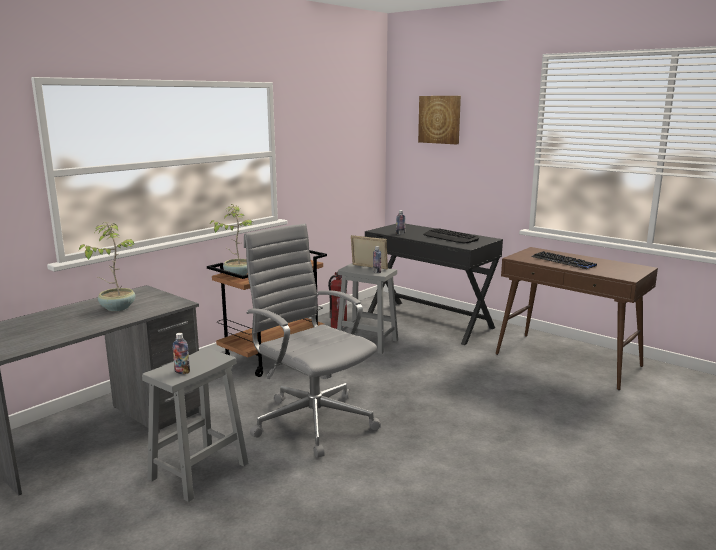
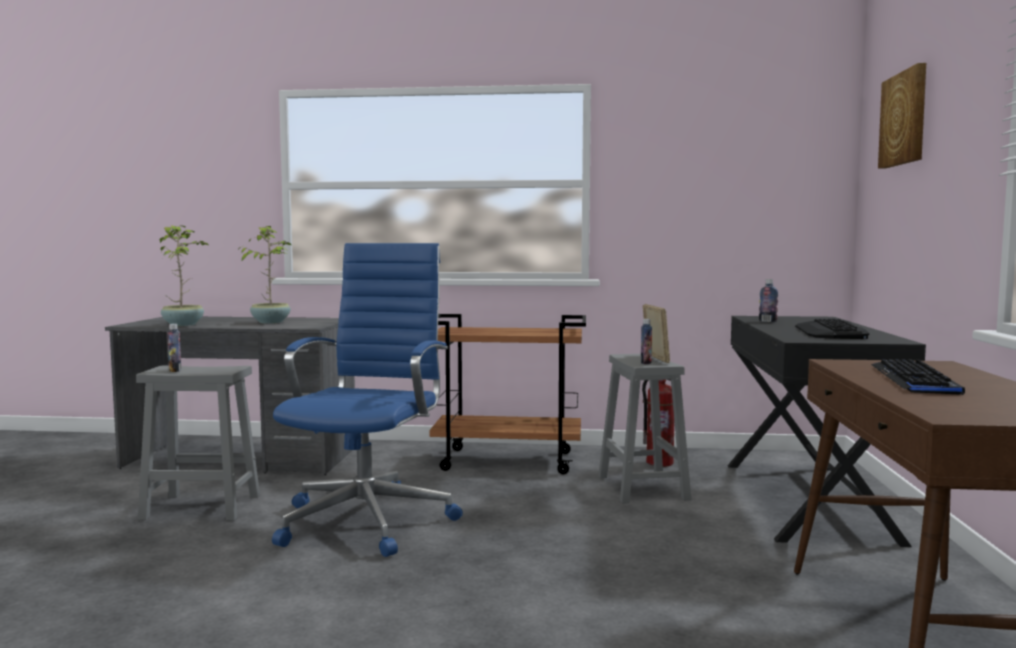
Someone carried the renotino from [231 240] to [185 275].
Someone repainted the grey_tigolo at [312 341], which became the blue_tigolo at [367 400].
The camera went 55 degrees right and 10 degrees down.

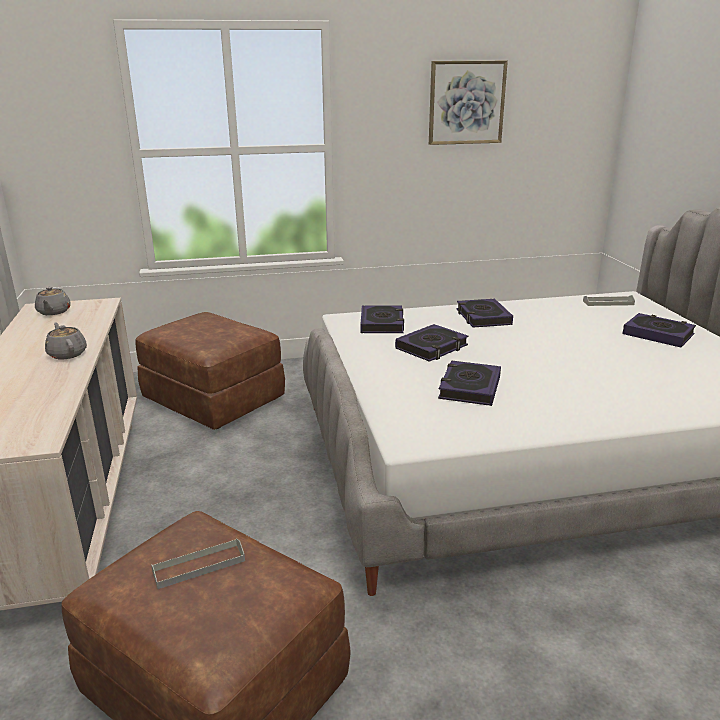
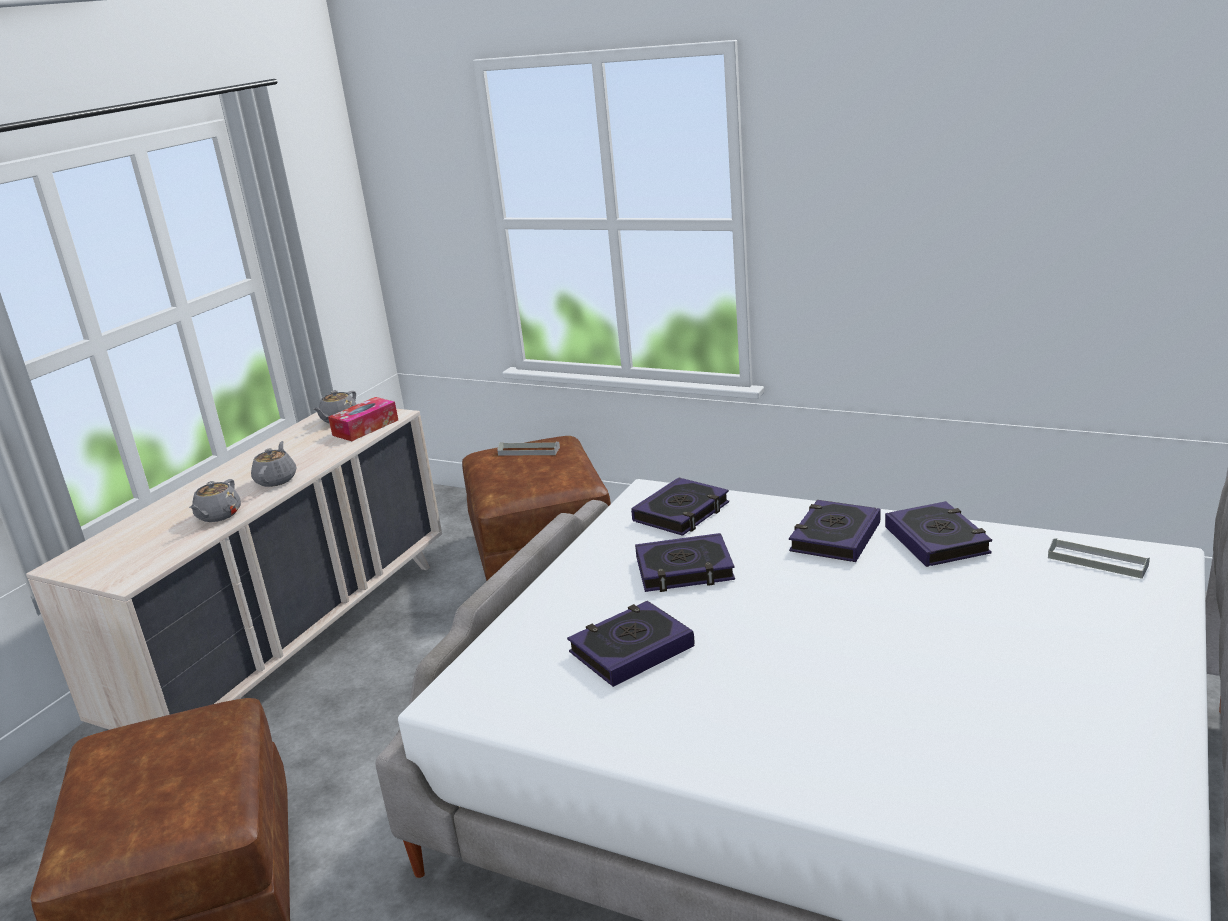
Someone put down the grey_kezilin at [215 500].
Someone put down the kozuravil at [363 419].
Someone carried the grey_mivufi from [198 563] to [528 449].
Someone carried the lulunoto from [659 330] to [938 534].
Someone took away the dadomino at [468 103].
The camera went 40 degrees right and 0 degrees up.

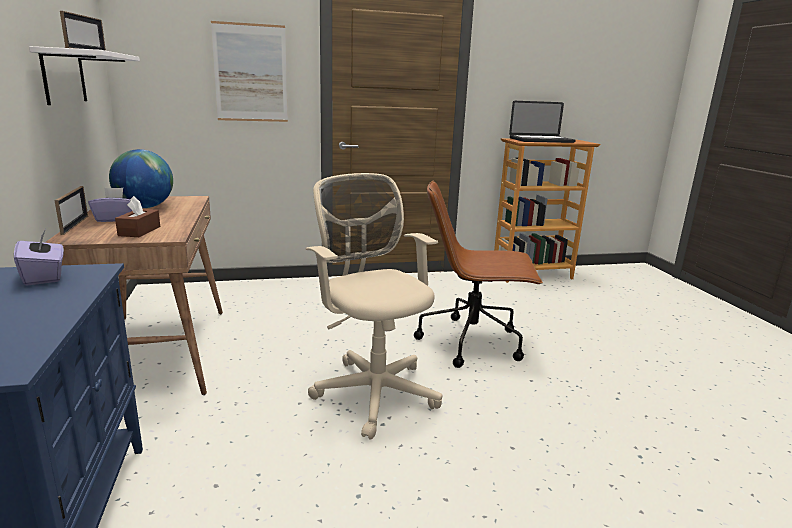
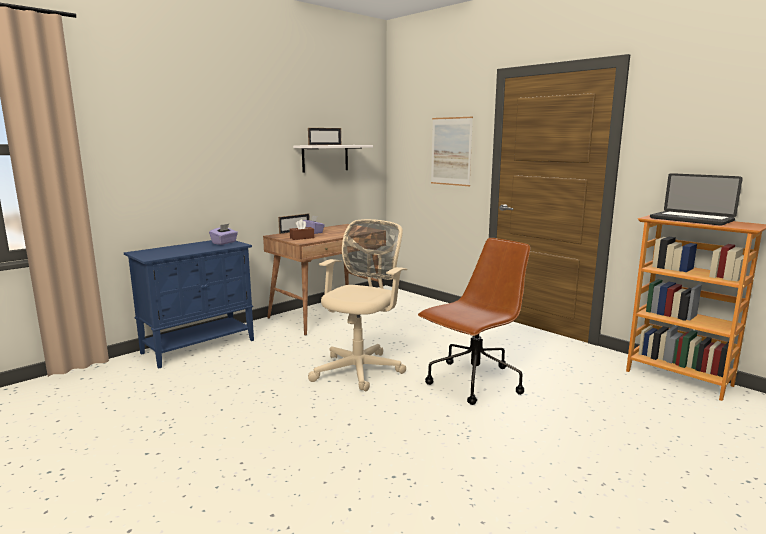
Someone rotated the brown_tigolo at [478 274] by 75 degrees clockwise.
Someone took away the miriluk at [141 178].
The camera went 60 degrees right and 5 degrees down.

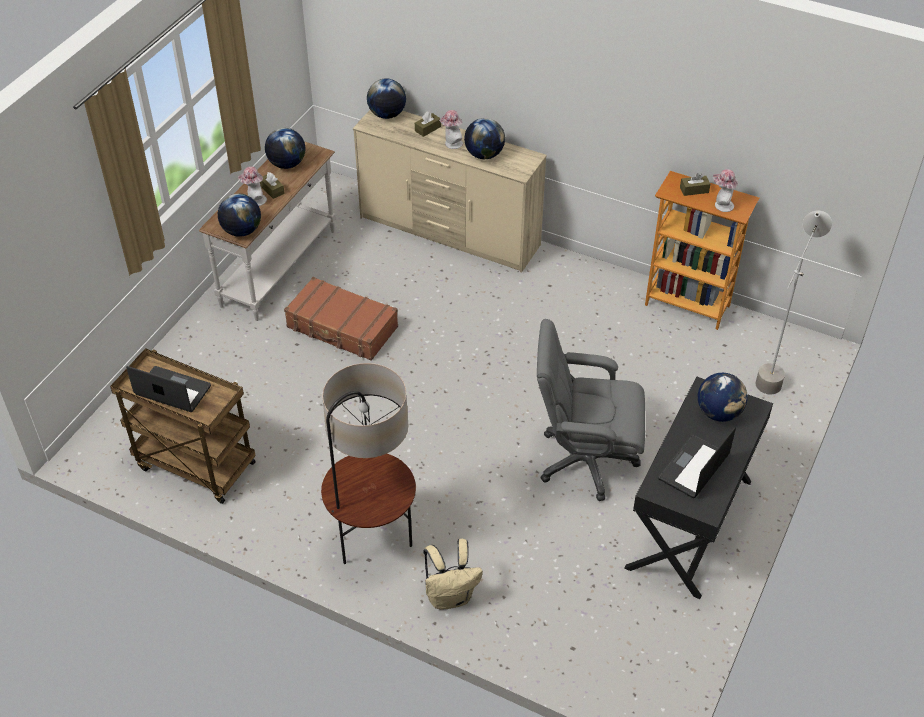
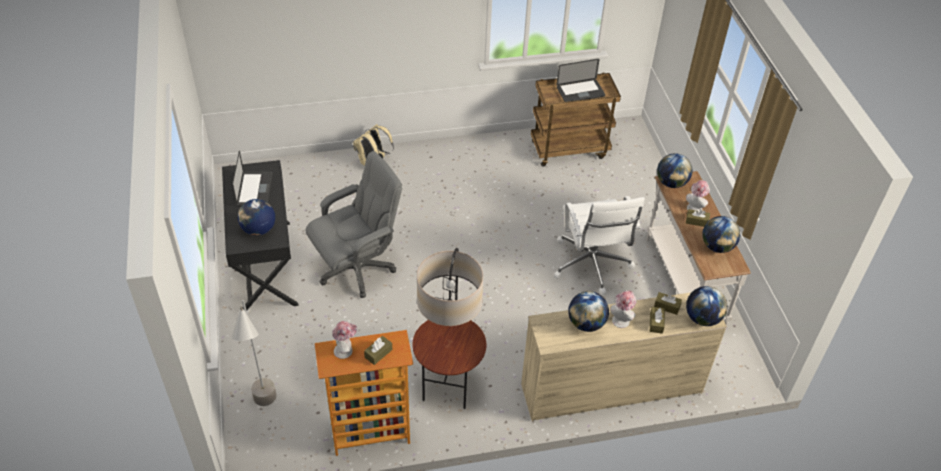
Someone carried the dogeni from [368 463] to [449 328].
Someone swapped the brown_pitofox at [341 319] for the white_tigolo at [599 245].
Someone put down the brown_kozuravil at [668 303].
The camera went 140 degrees right and 0 degrees up.

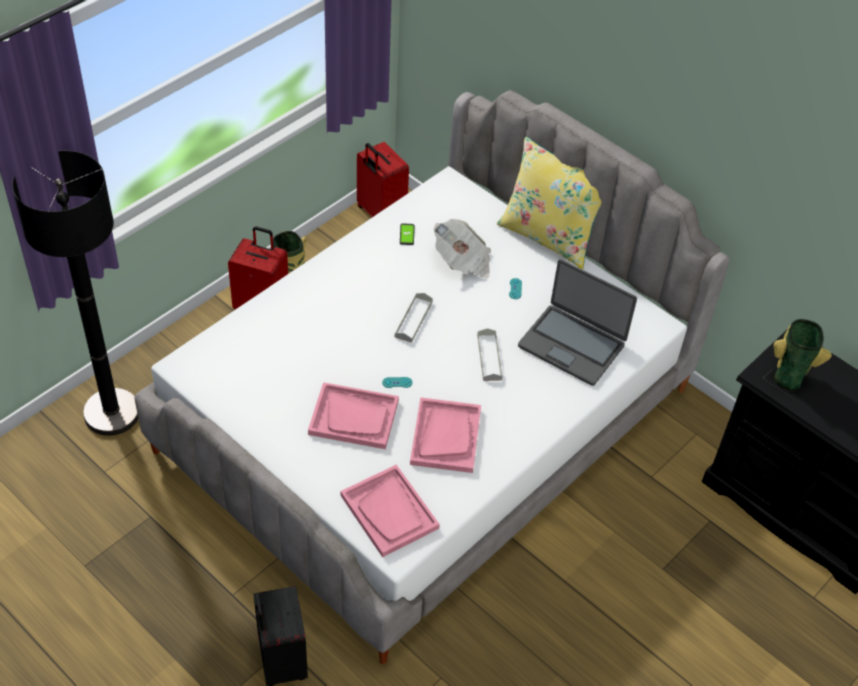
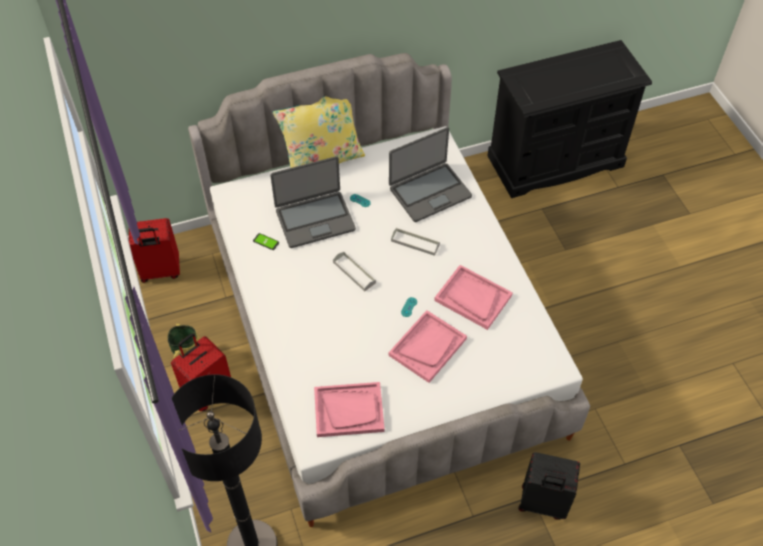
Someone swapped the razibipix at [462 248] for the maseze at [313 202].
Someone carried the pink_mivufi from [390 511] to [349 409].
Someone took away the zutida at [802 354].
The camera went 60 degrees left and 5 degrees up.

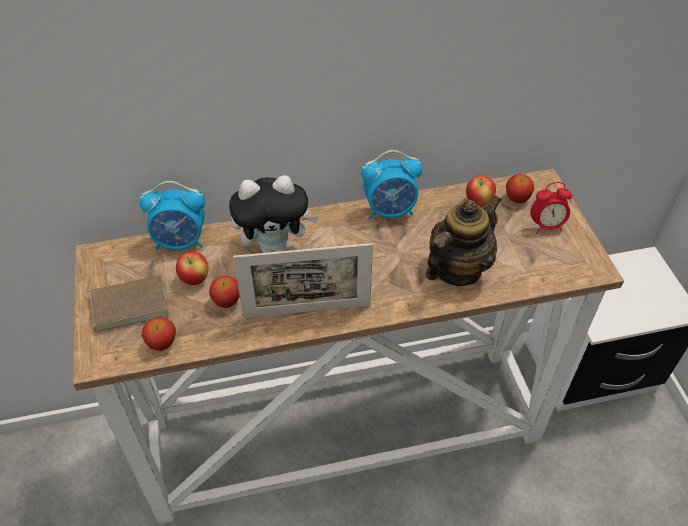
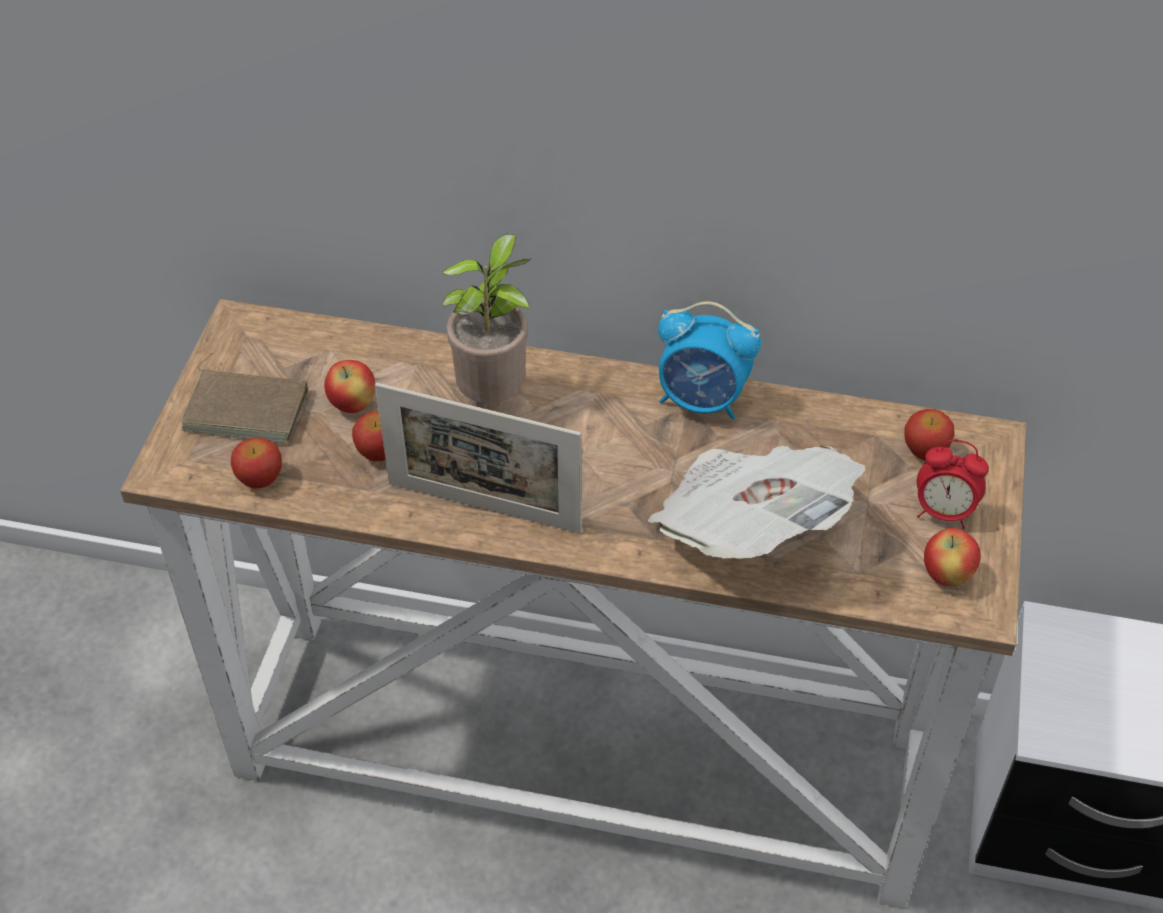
Someone swapped the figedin at [274 214] for the renotino at [486 318].
Someone swapped the kezilin at [463 240] for the razibipix at [756 502].
Someone carried the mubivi from [481 191] to [952 557].
Someone took away the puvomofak at [172 215].
The camera went 25 degrees right and 0 degrees up.

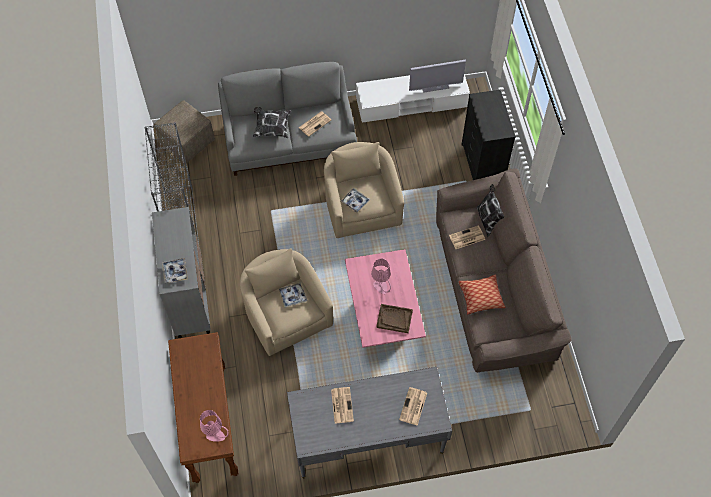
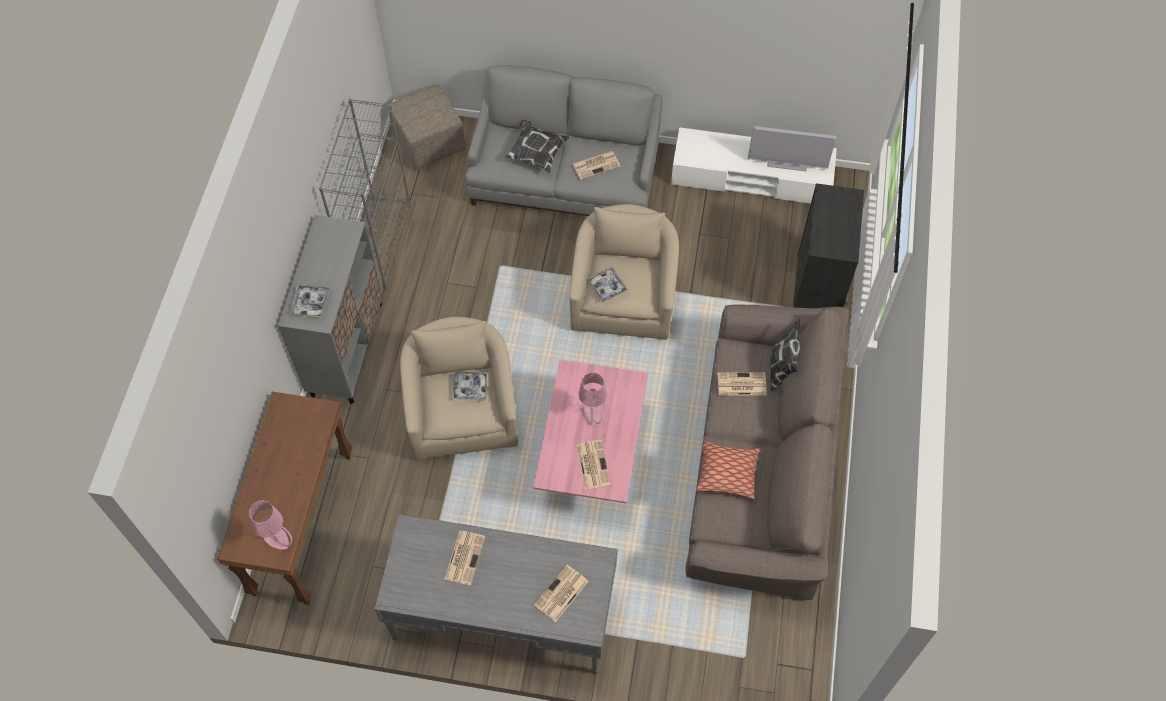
Someone swapped the brown_mivufi at [394 318] for the razibipix at [593 464].
The camera went 20 degrees right and 0 degrees up.

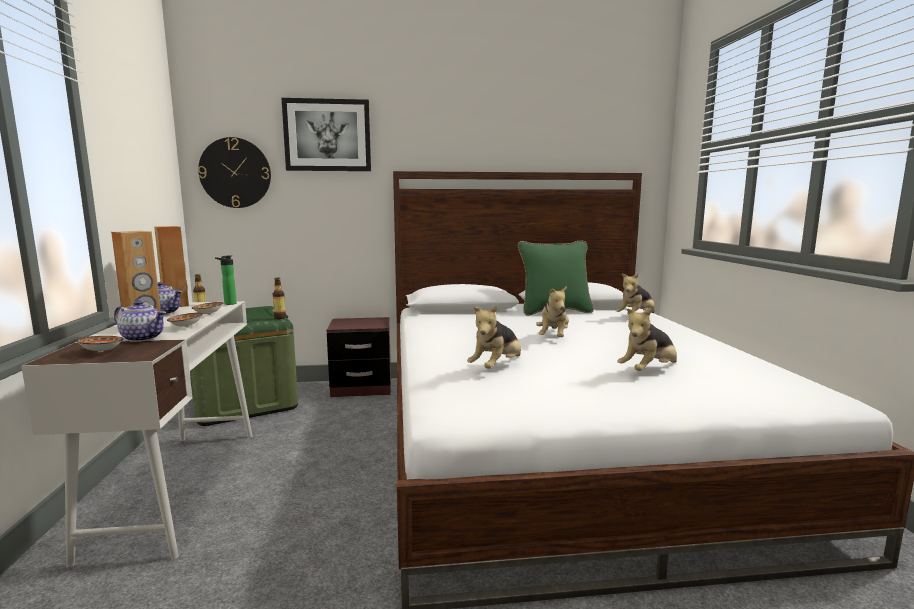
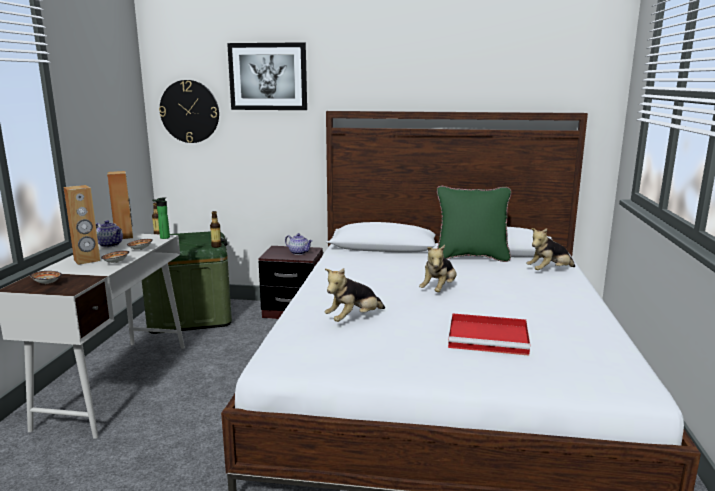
Someone carried the kezilin from [140 321] to [298 244].
Someone swapped the figedin at [647 339] for the red_mivufi at [489 334].
The camera went 15 degrees right and 5 degrees up.

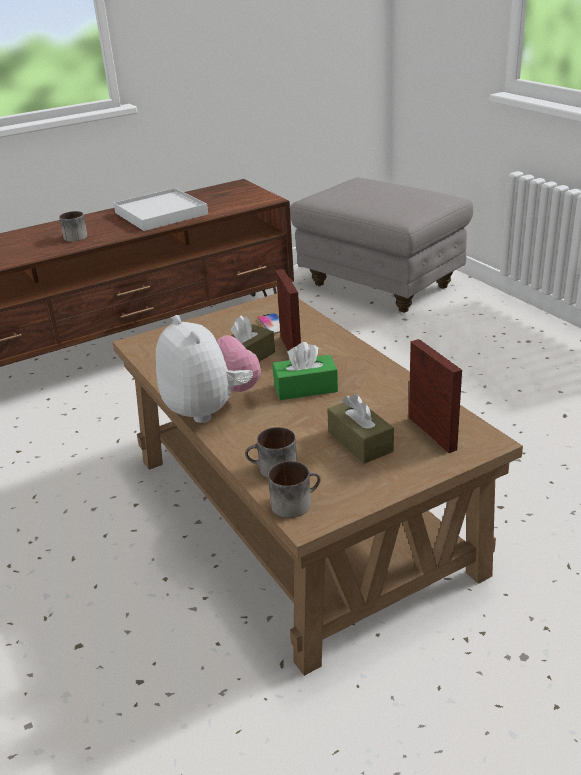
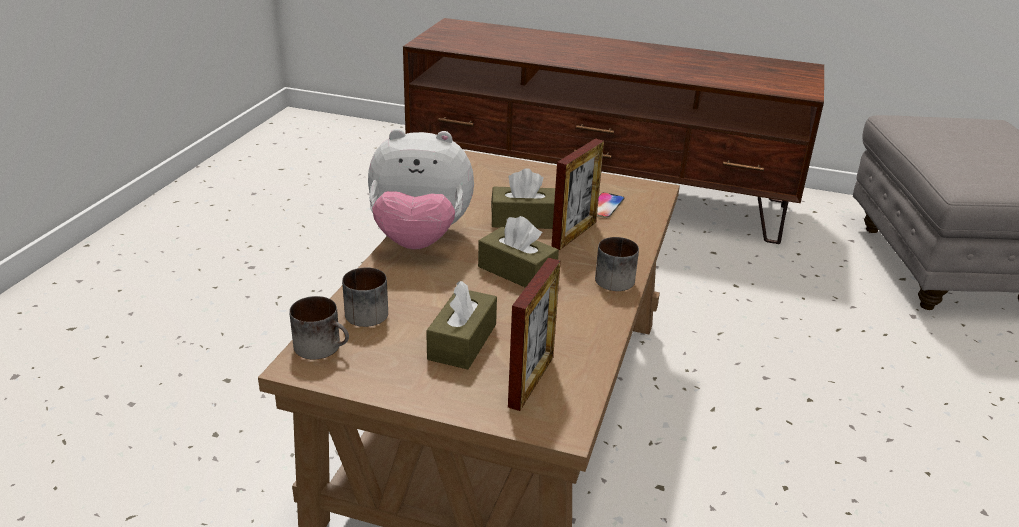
Someone rotated the figedin at [208 369] by 75 degrees clockwise.
Someone repainted the green_kozuravil at [305 371], which became the brown_kozuravil at [518 252].
Someone carried the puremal from [73 226] to [617 264].
Someone took away the white_mivufi at [161 209].
The camera went 45 degrees right and 0 degrees up.

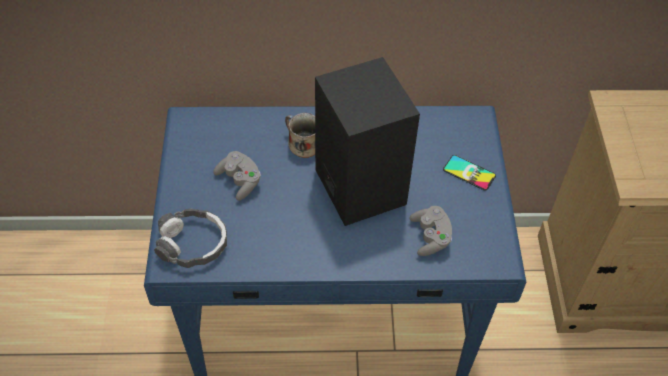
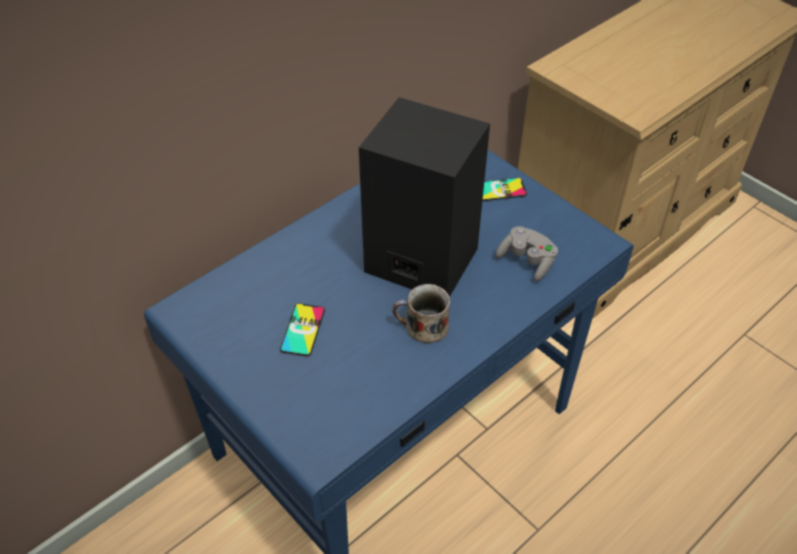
Someone swapped the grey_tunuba at [237 175] for the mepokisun at [302 330].
Someone carried the puremal from [300 135] to [421 313].
Someone took away the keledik at [190 238].
The camera went 40 degrees left and 5 degrees down.

